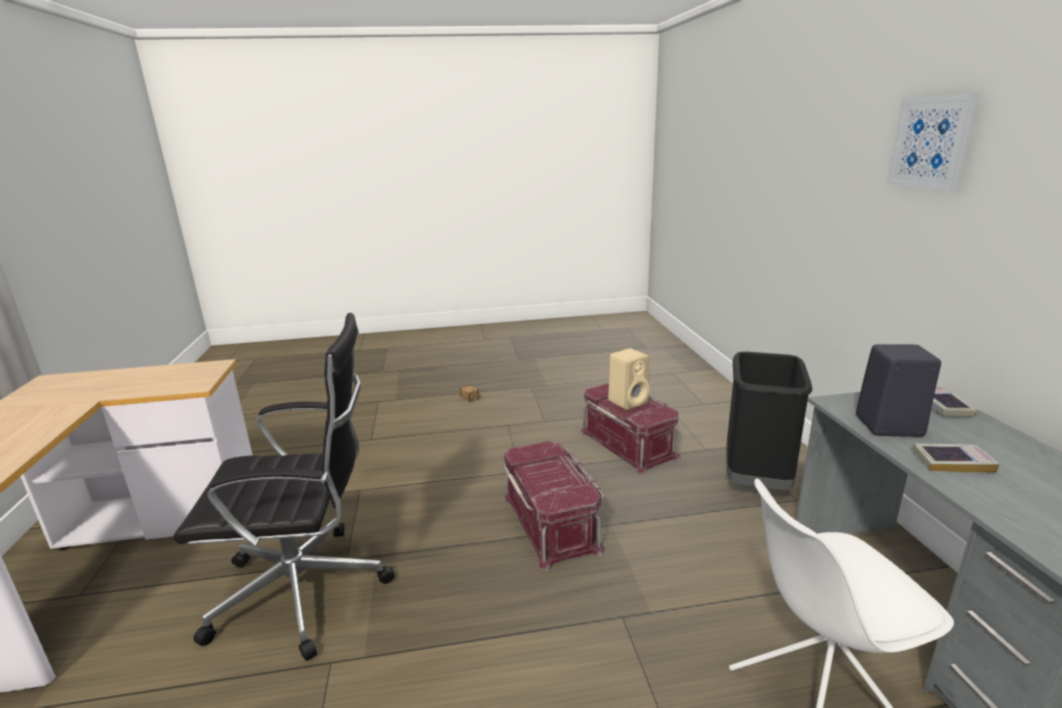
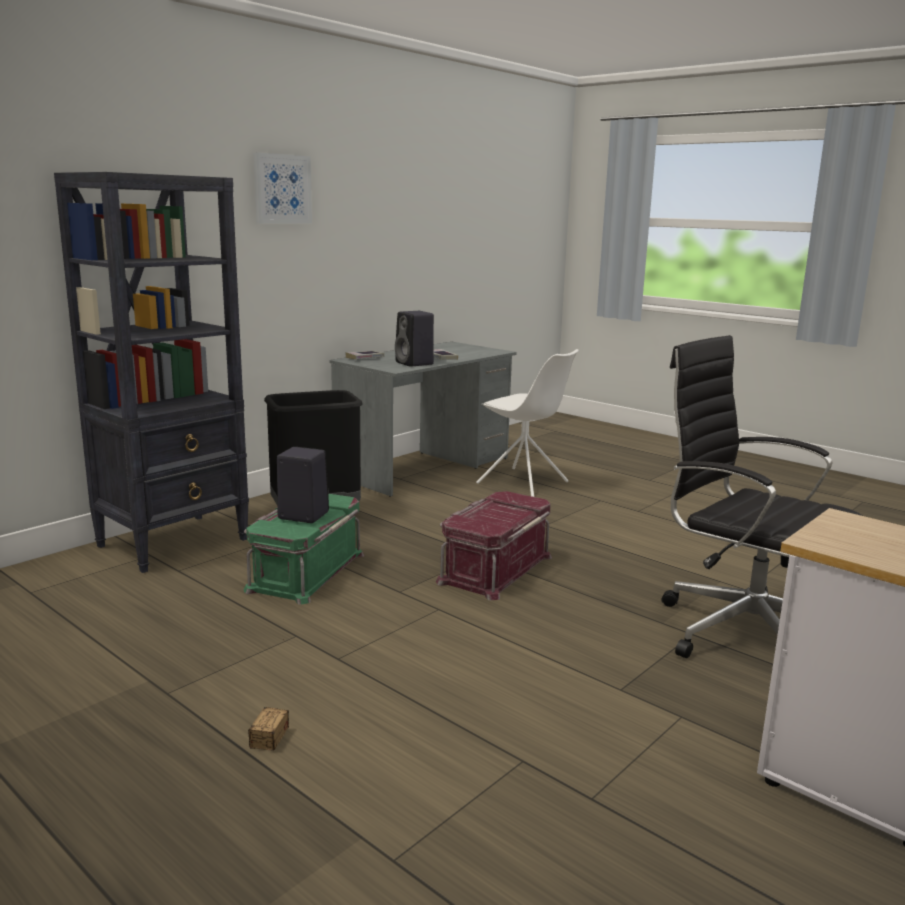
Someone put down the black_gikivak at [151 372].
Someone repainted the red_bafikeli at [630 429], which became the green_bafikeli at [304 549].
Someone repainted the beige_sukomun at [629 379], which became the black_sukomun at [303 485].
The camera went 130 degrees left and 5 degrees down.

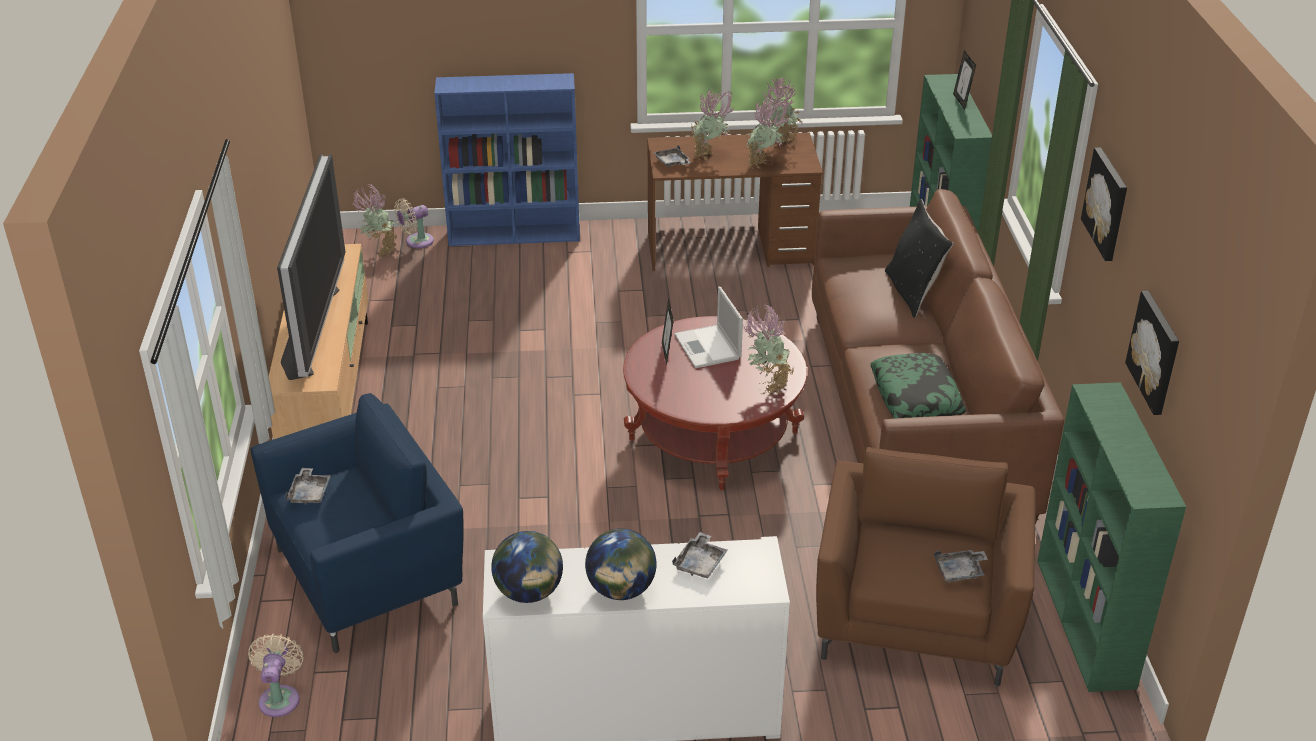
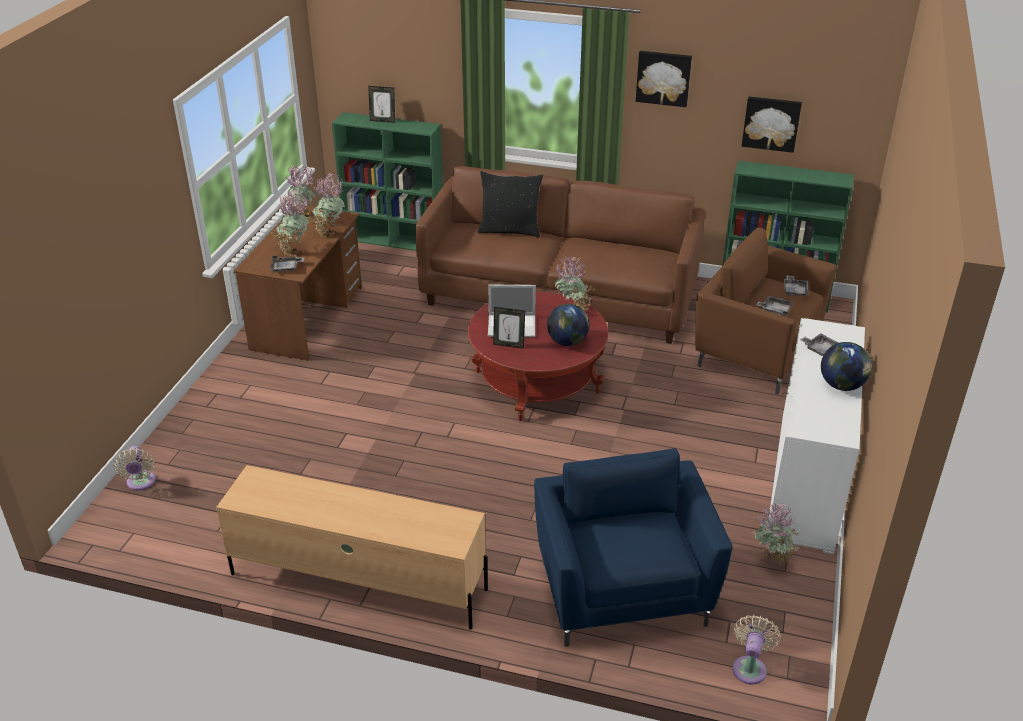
Someone carried the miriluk from [527 567] to [568 325].
Someone rotated the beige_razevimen at [275 675] by 90 degrees clockwise.
Someone carried the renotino from [374 221] to [776 534].
Someone carried the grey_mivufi from [308 486] to [774 306].
Someone took away the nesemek at [311 267].
Someone took away the blue_gikivak at [507 159].
Someone took away the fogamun at [918 385].
The camera went 70 degrees left and 0 degrees up.

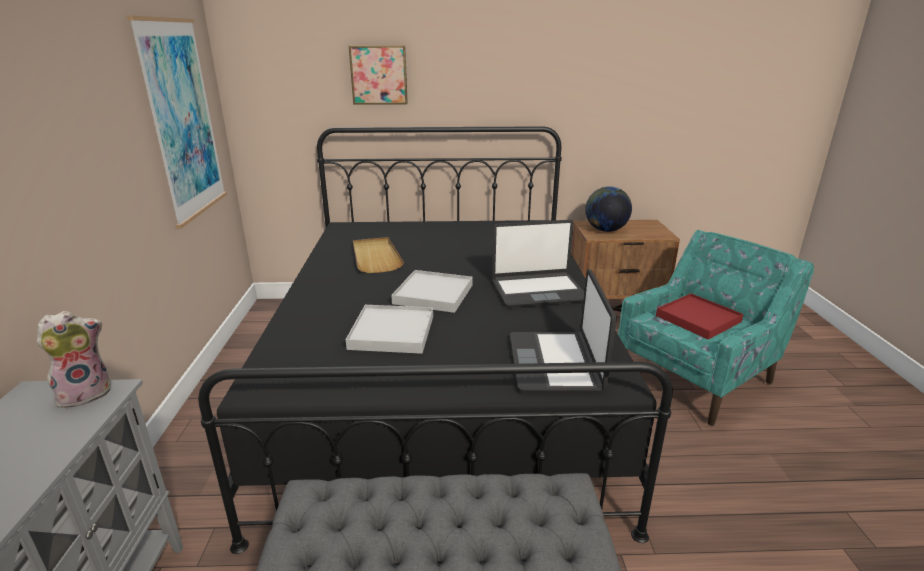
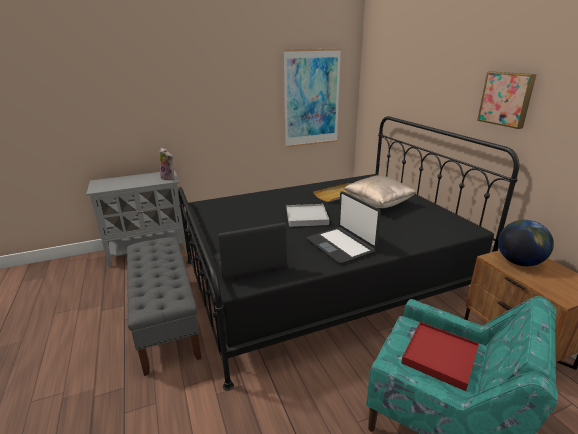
Someone put down the beige_fogamun at [380 191].
Someone carried the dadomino from [378 75] to [507 100].
Someone took away the white_mivufi at [389 329].
The camera went 70 degrees right and 0 degrees up.

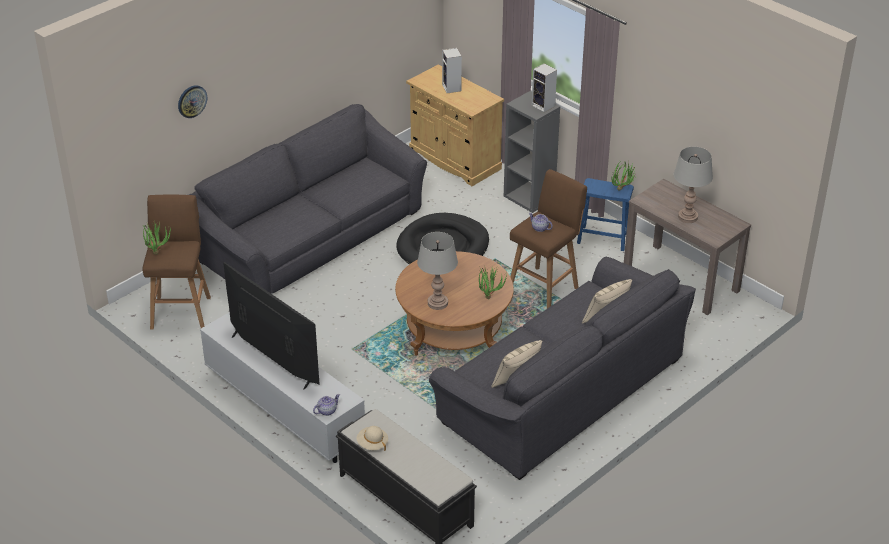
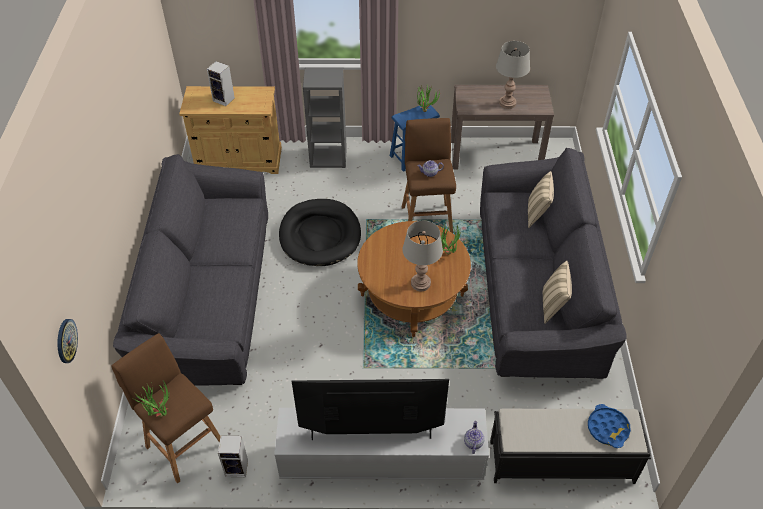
Someone carried the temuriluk from [192 101] to [67 341].
Someone carried the sukomun from [544 87] to [233 456].
Someone put down the blue_mivufi at [609 426].
Someone took away the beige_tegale at [372 438].
The camera went 45 degrees left and 10 degrees up.

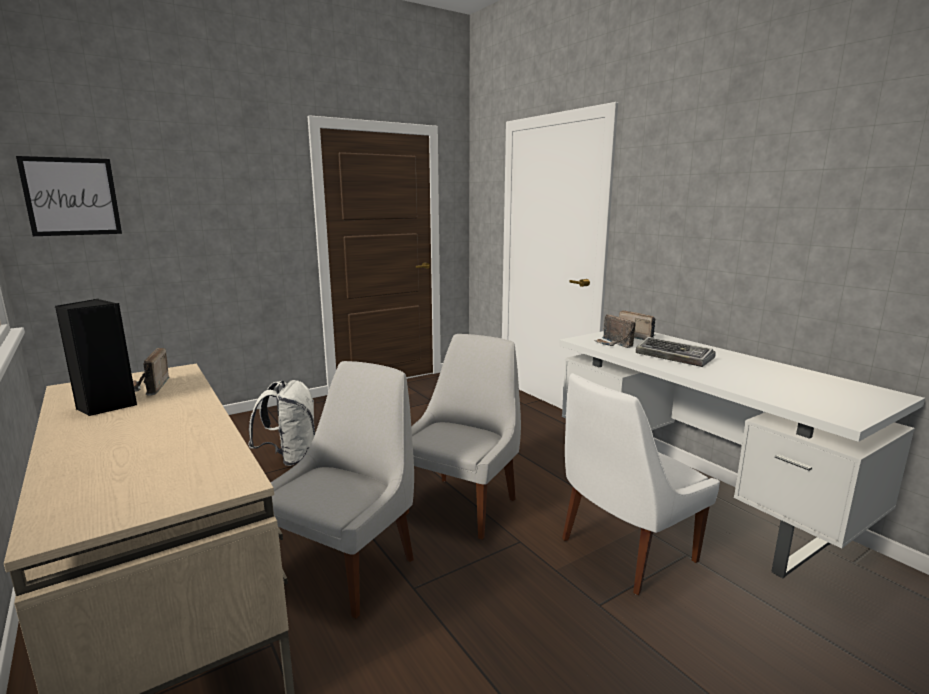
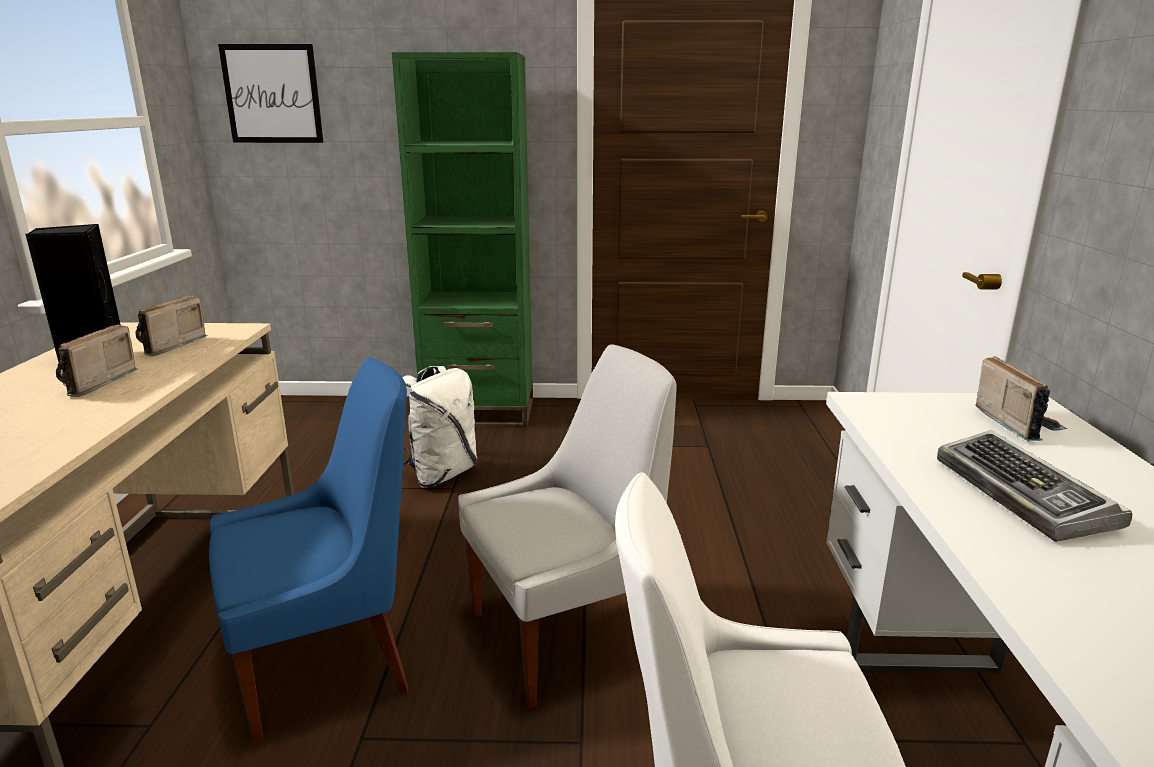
Someone carried the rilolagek from [615 331] to [96 360].
Someone repainted the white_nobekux at [342 490], which became the blue_nobekux at [309 550].
Someone put down the green_gikivak at [462 240].
The camera went 35 degrees right and 5 degrees up.

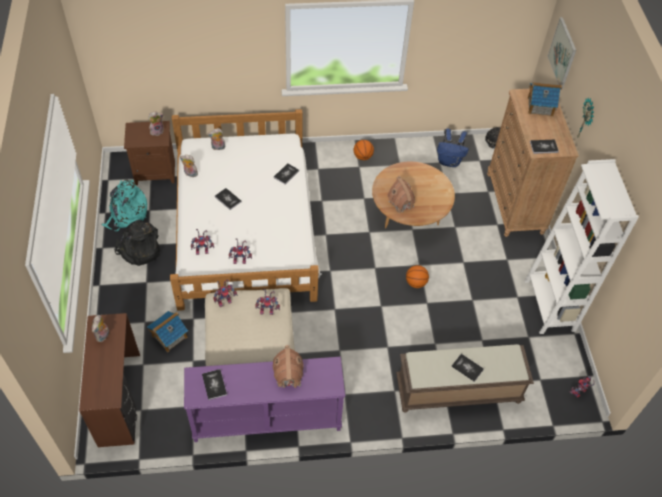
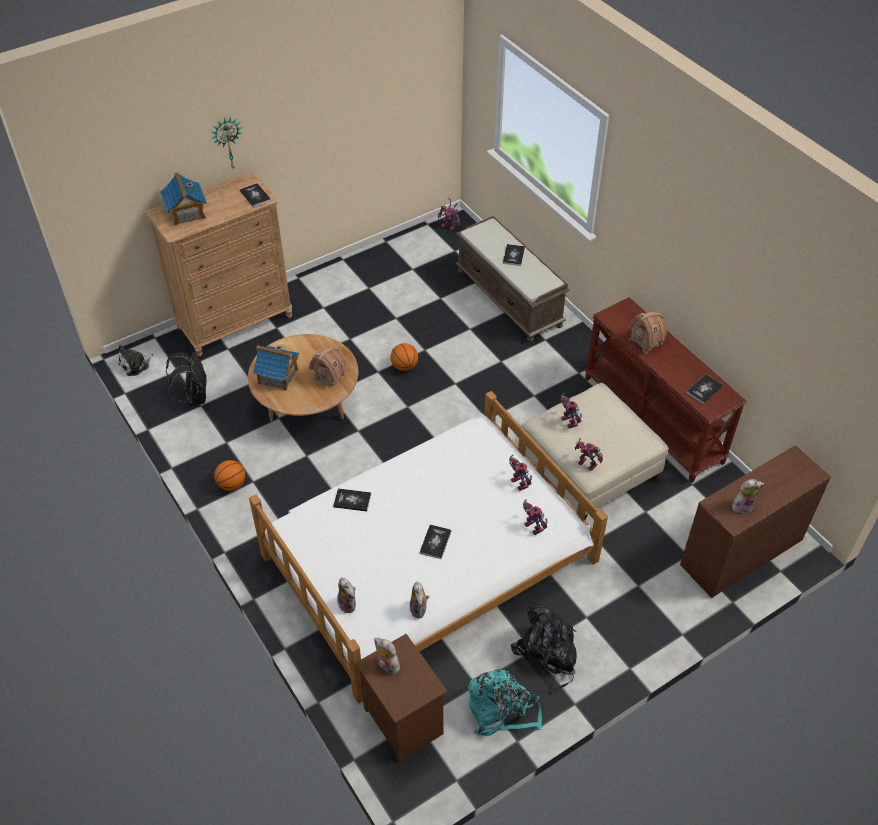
Someone repainted the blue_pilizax at [453 147], which became the black_pilizax at [186 379].
Someone carried the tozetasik from [167 331] to [276 368].
Someone repainted the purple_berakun at [264 399], which became the brown_berakun at [666 390].
Someone took away the white_gikivak at [582 246].
Someone took away the dadomino at [562 53].
The camera went 115 degrees left and 5 degrees down.

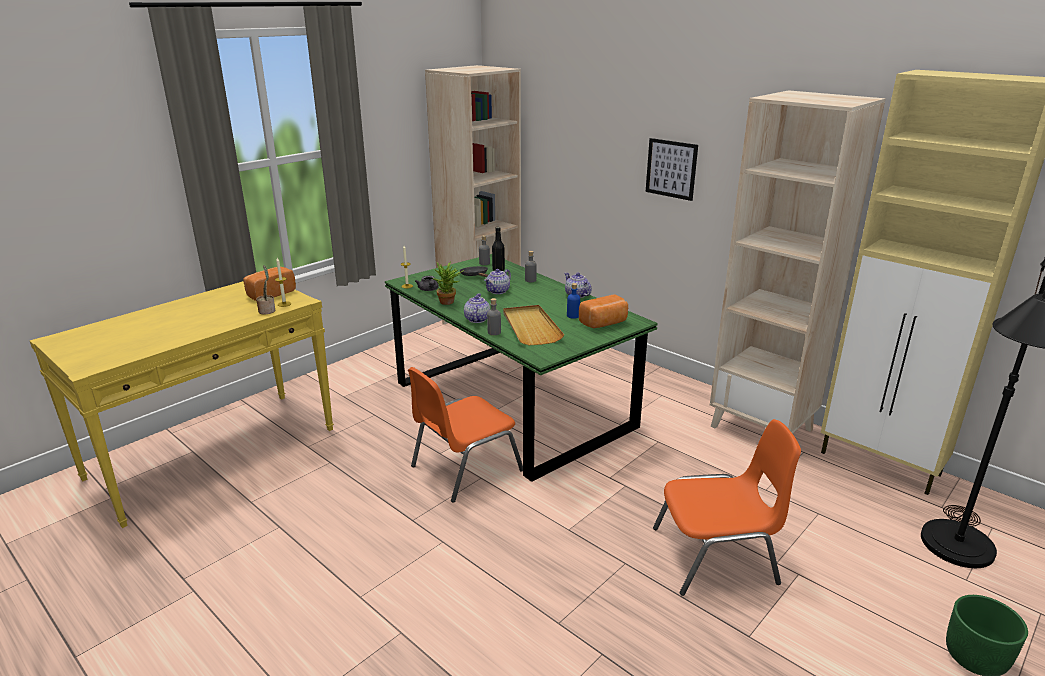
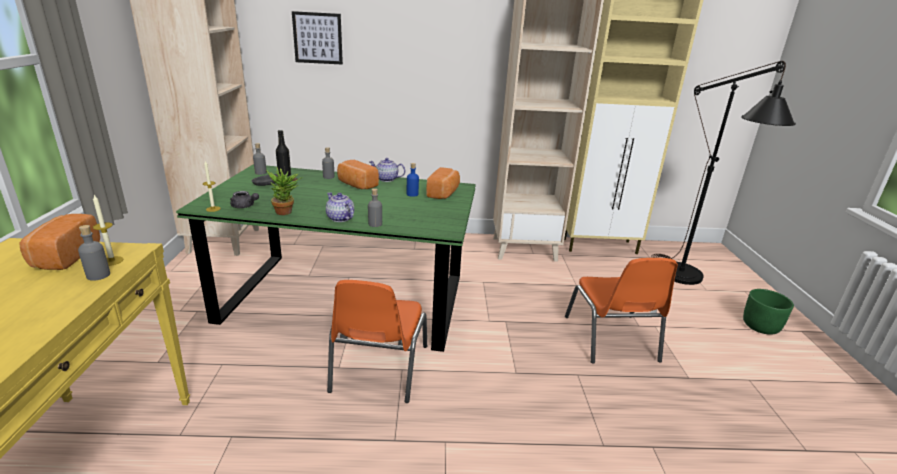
Someone swapped the renotino at [265 289] for the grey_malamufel at [94 253].
Someone carried the dadomino from [672 169] to [317 38].
Someone put down the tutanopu at [358 174].
Someone rotated the orange_nobekux at [727 507] by 135 degrees clockwise.
Someone took away the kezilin at [497 281].
Someone took away the beige_mivufi at [533 325].
The camera went 45 degrees left and 0 degrees up.

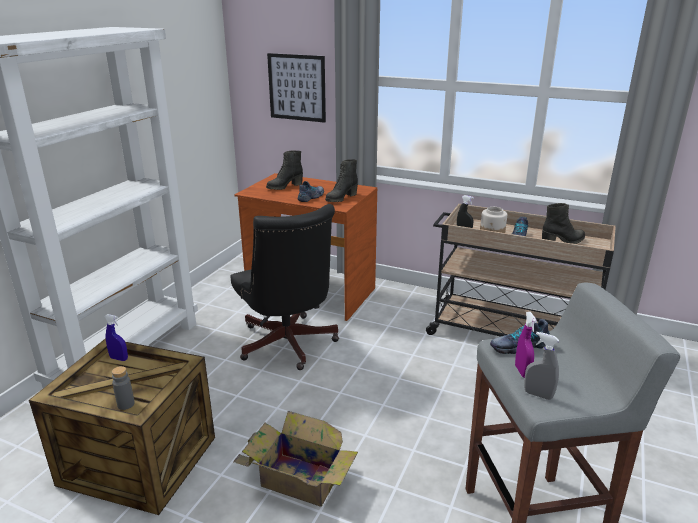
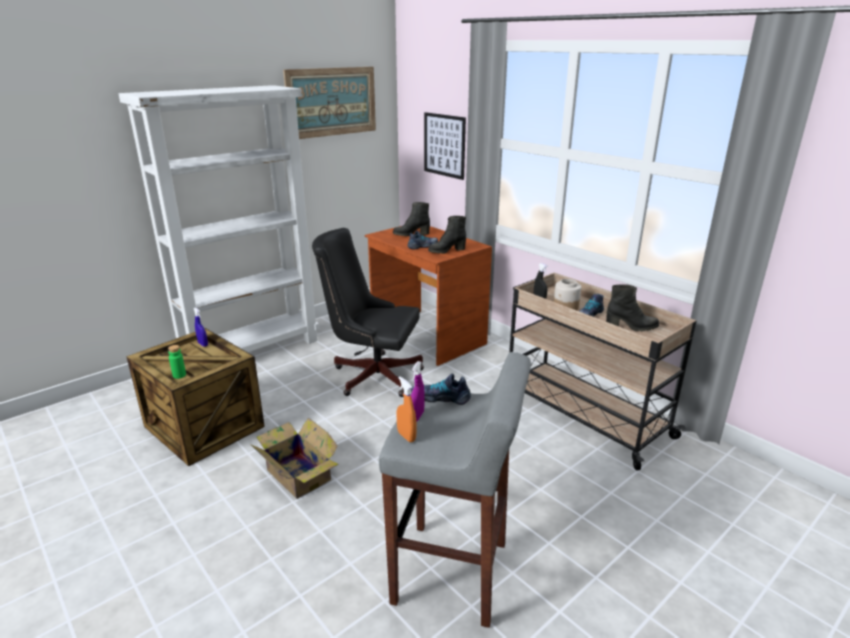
Someone repainted the grey_malamufel at [123 388], which became the green_malamufel at [177 362].
Someone put up the dadomino at [329 103].
Someone rotated the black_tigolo at [284 287] by 105 degrees clockwise.
Someone repainted the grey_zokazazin at [541 366], which became the orange_zokazazin at [406 409].
The camera went 25 degrees right and 0 degrees up.

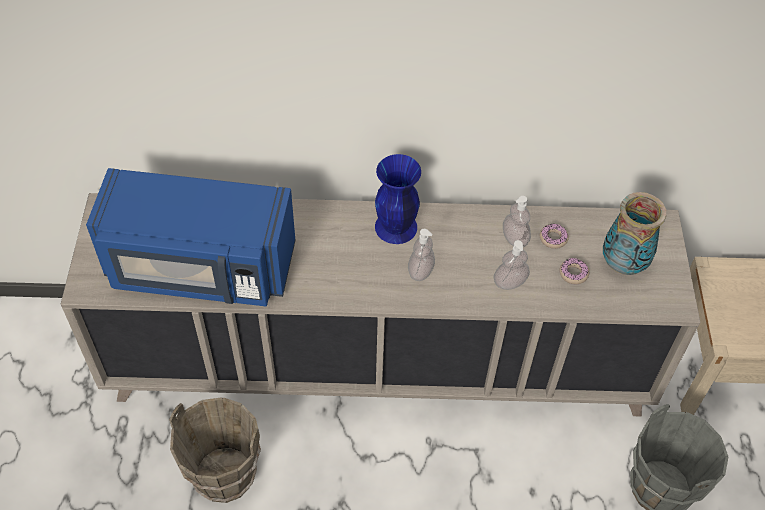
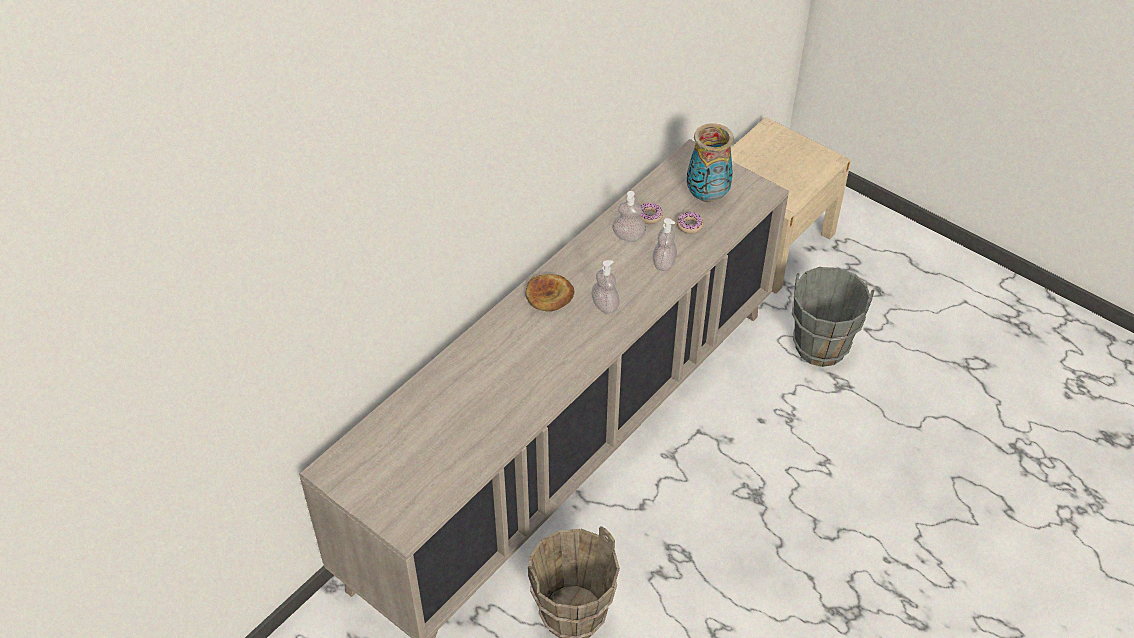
Someone swapped the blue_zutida at [398 199] for the tutanopu at [550 293].
Someone took away the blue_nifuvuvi at [191 237].
The camera went 50 degrees left and 5 degrees down.

